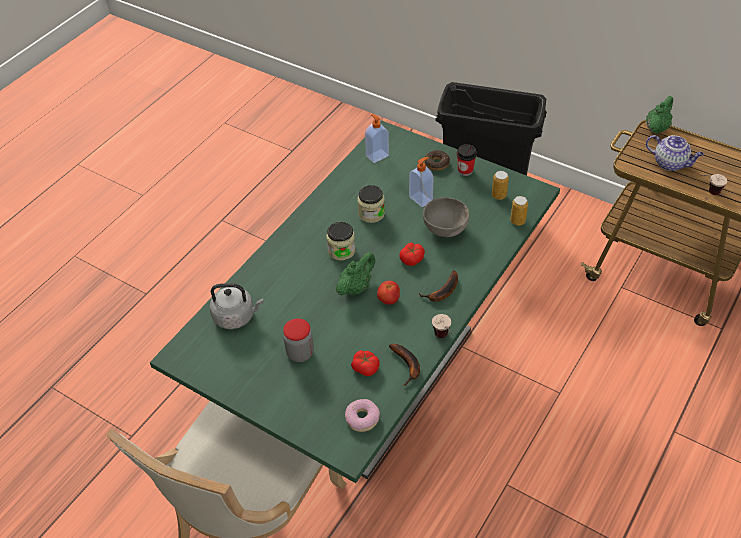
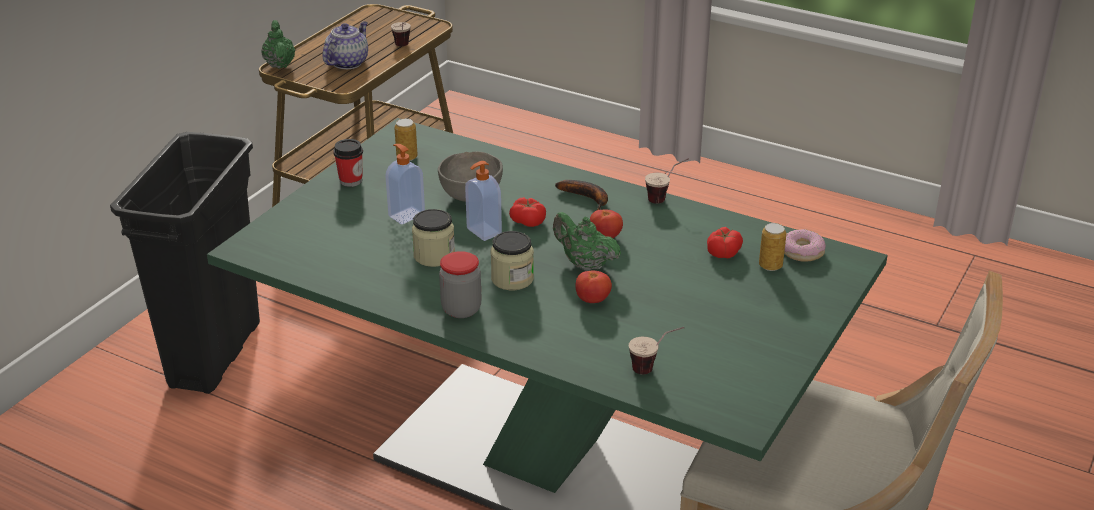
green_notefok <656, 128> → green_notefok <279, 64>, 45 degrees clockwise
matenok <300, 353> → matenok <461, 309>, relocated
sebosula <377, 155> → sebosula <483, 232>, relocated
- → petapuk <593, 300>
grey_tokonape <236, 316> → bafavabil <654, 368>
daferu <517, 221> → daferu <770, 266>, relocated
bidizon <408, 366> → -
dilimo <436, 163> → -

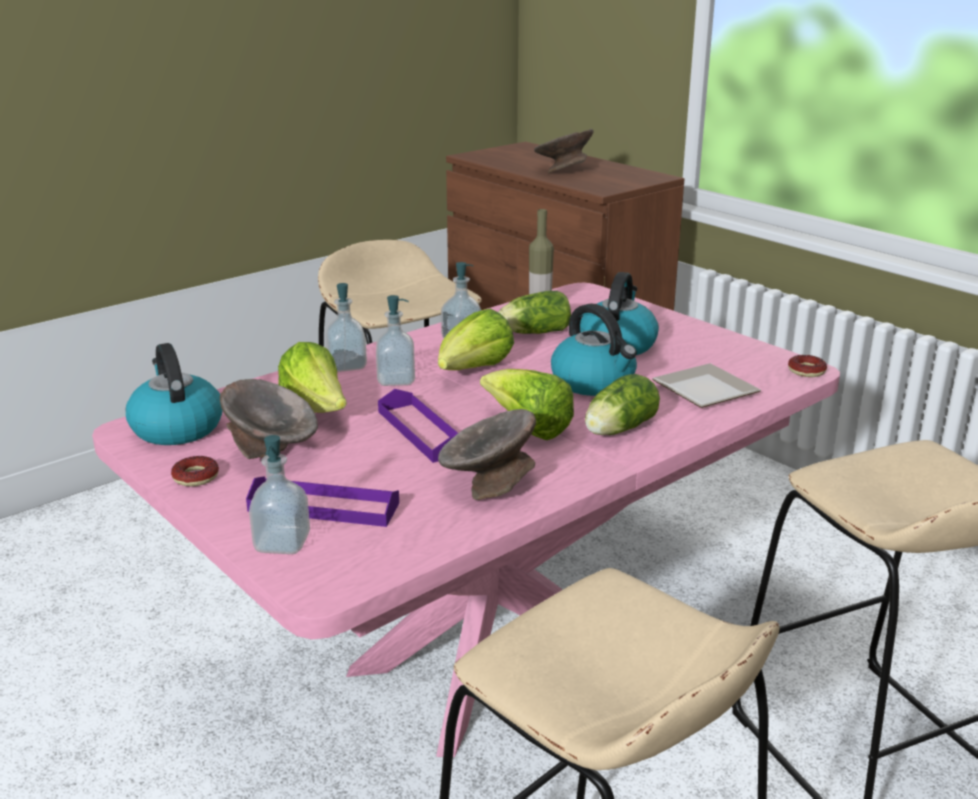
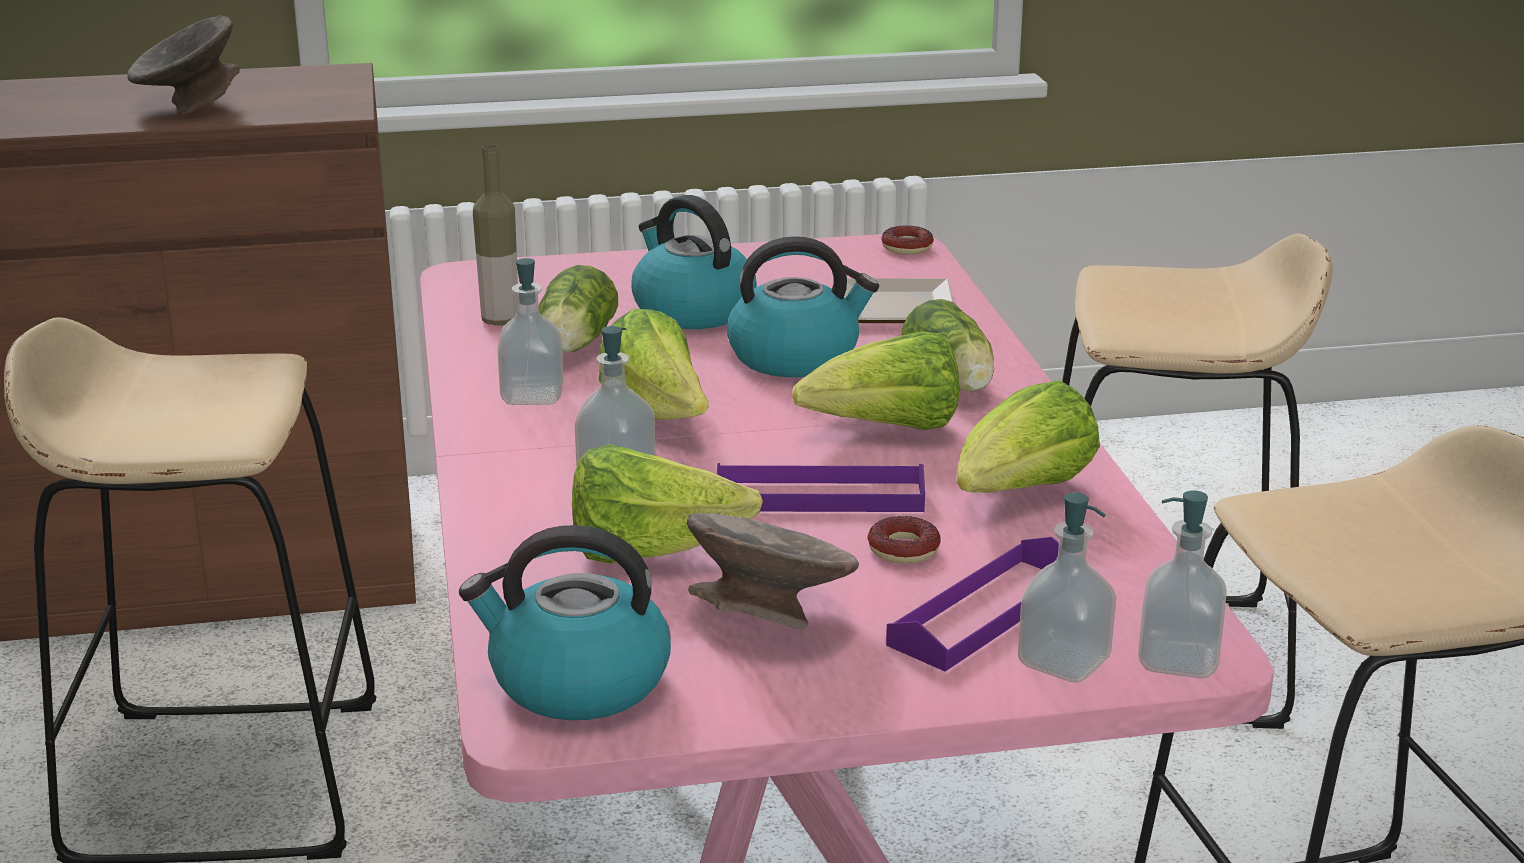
dilimo <195, 477> → dilimo <903, 549>, relocated
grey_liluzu <487, 484> → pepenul <1022, 493>
sebosula <347, 365> → sebosula <1178, 660>, relocated

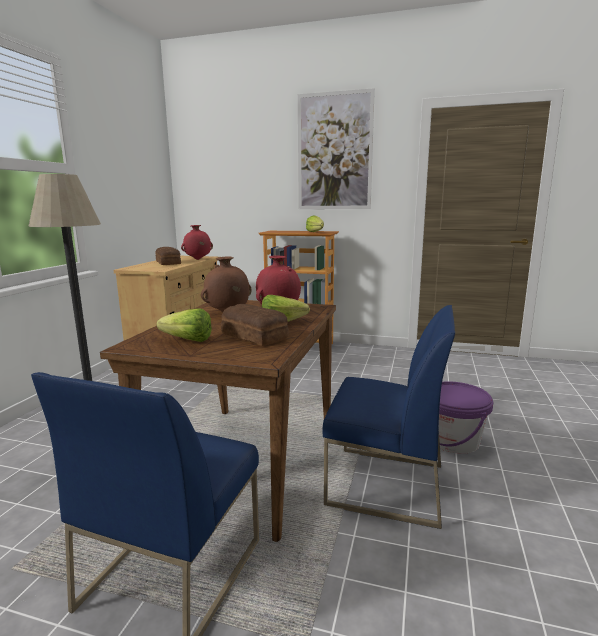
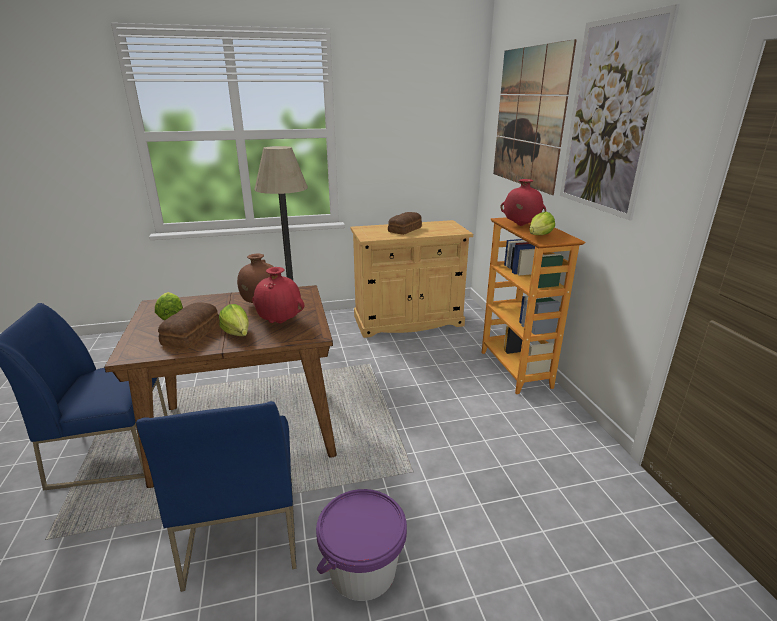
- → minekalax <529, 118>
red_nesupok <197, 259> → red_nesupok <520, 225>, relocated

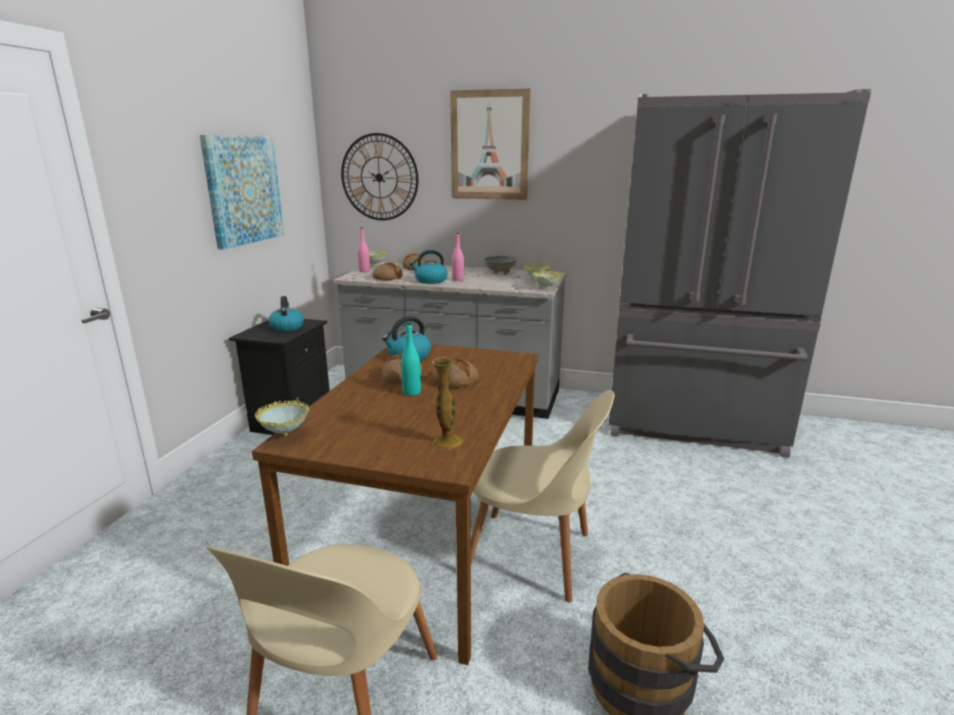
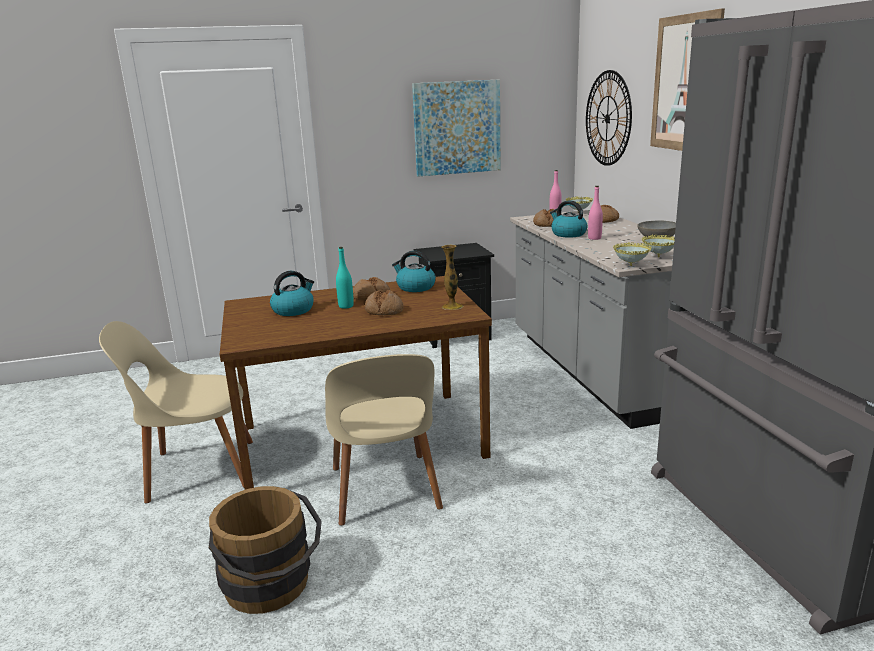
tokonape <286, 327> → tokonape <293, 310>, relocated
nesupok <447, 442> → nesupok <452, 306>, relocated
liluzu <285, 436> → -

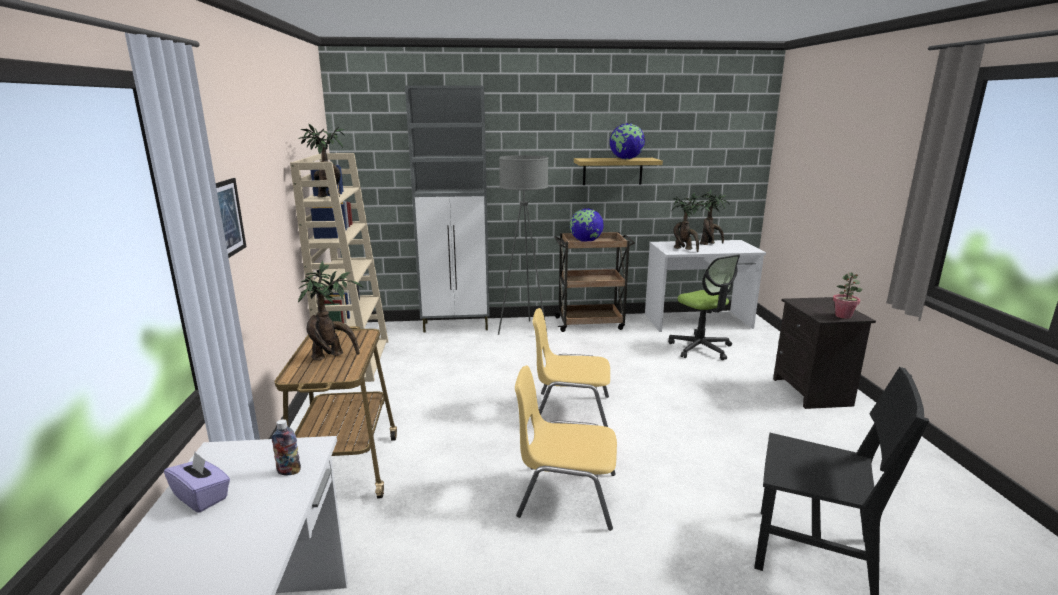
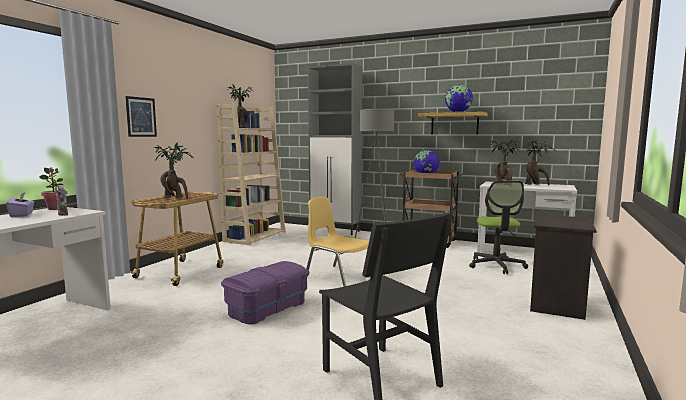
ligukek <843, 316> → ligukek <56, 209>, relocated
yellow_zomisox <566, 495> → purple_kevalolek <267, 308>

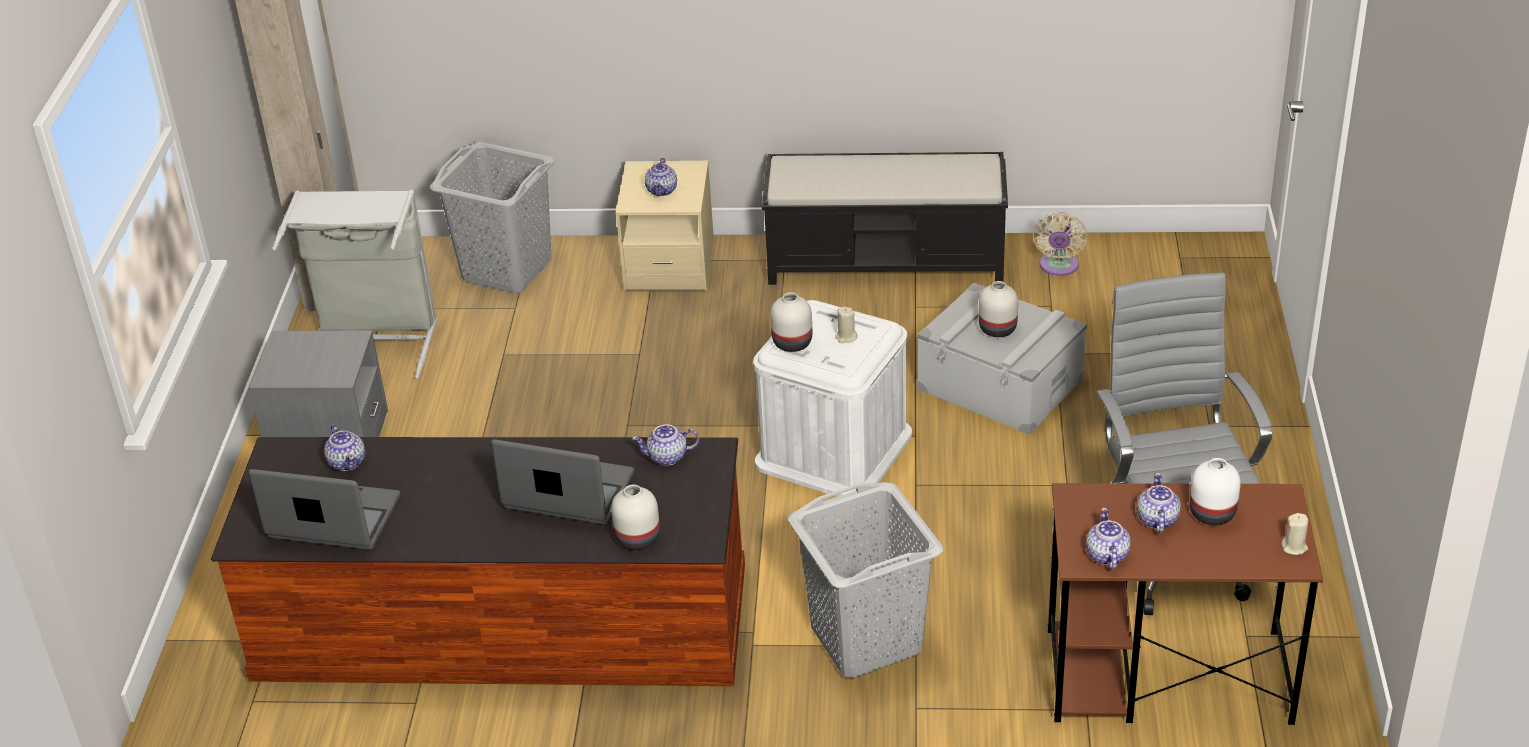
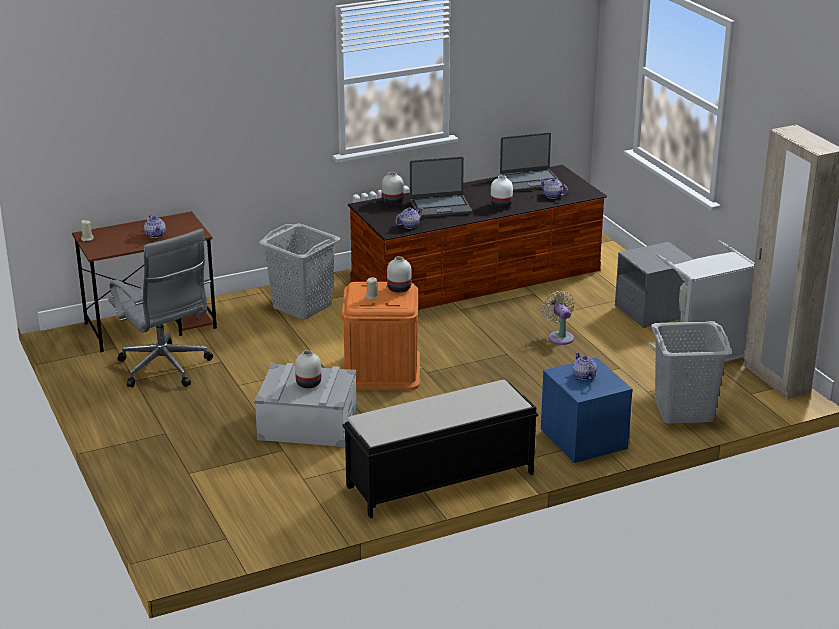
white_kevalolek <834, 449> → orange_kevalolek <381, 370>
white_nesupok <1211, 512> → white_nesupok <501, 205>, relocated
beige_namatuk <669, 265> → blue_namatuk <583, 440>
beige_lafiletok <1058, 267> → beige_lafiletok <560, 337>, relocated
notefok <1106, 555> → -

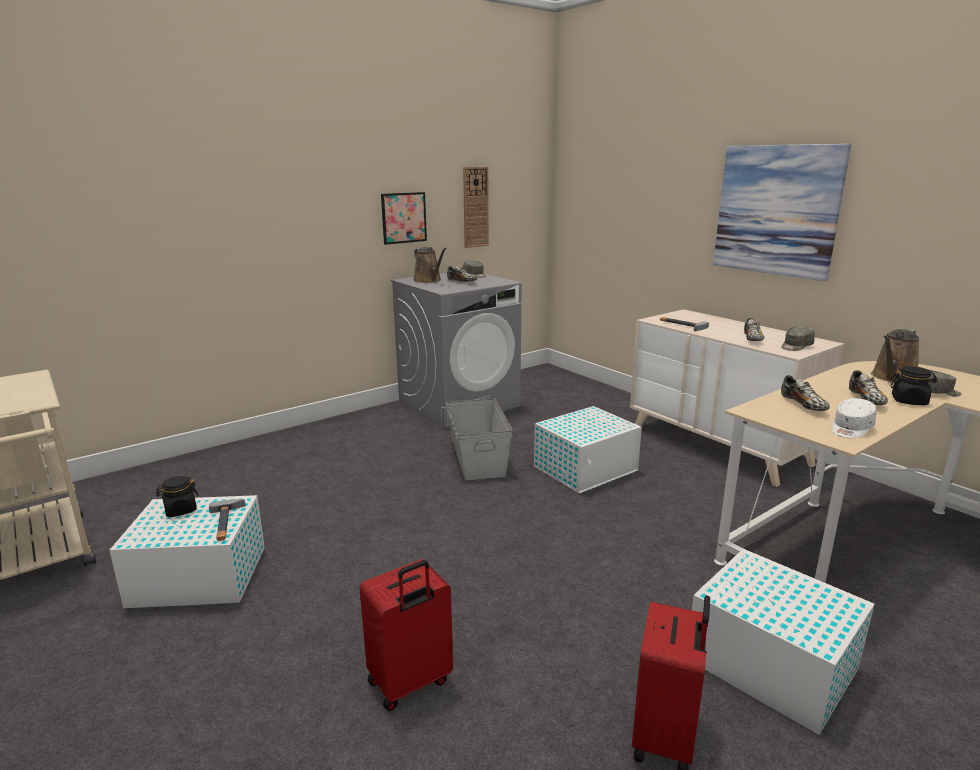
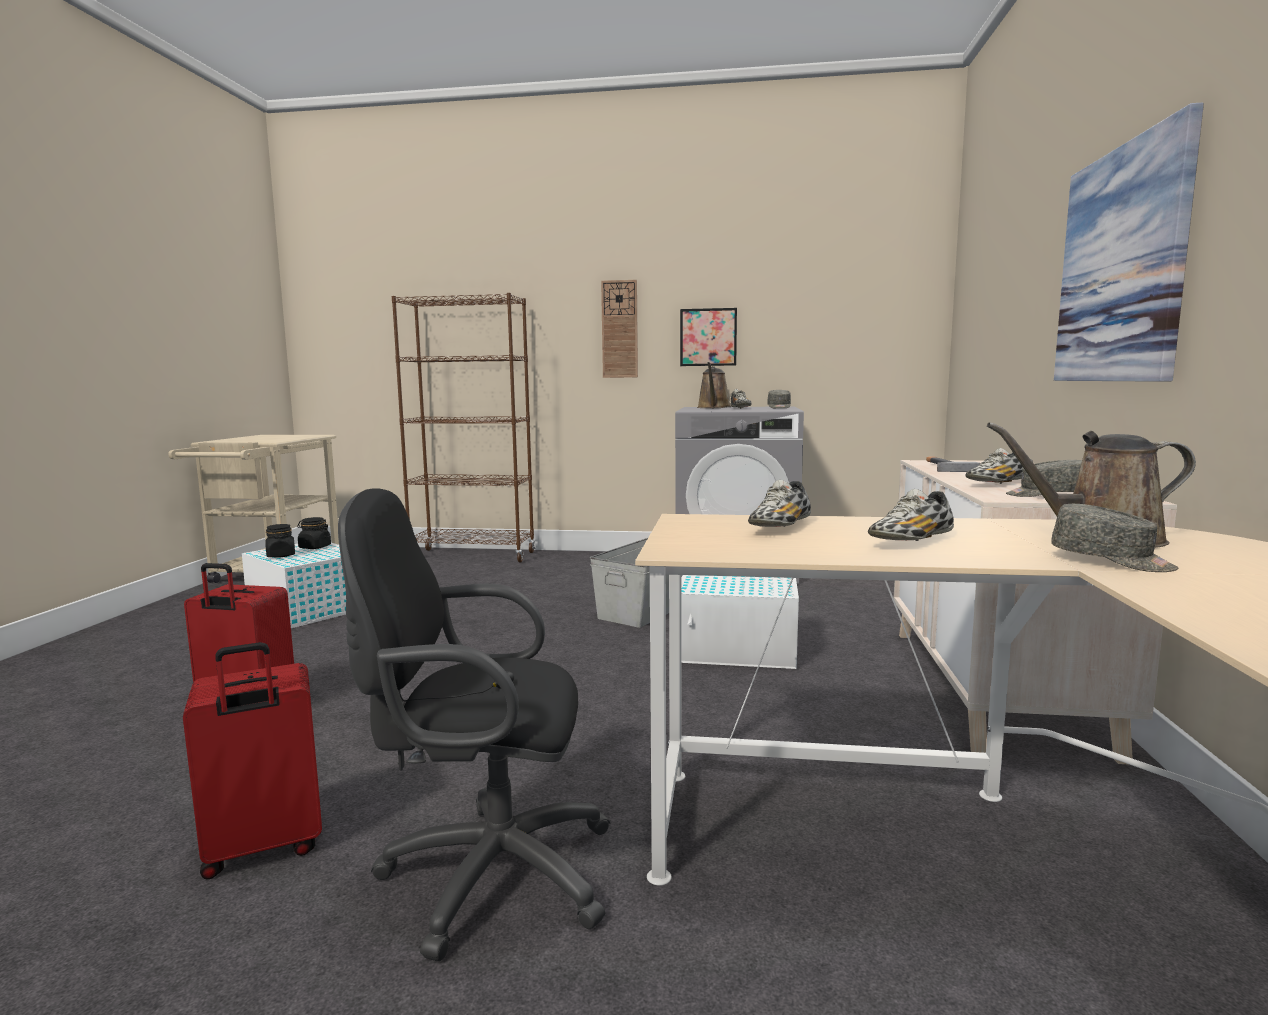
black_matenok <909, 401> → black_matenok <281, 555>, relocated
white_kevalolek <769, 662> → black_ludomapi <485, 874>
- → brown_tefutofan <473, 556>
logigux <475, 207> → logigux <619, 329>, relocated
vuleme <226, 523> → -
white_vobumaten <850, 429> → -

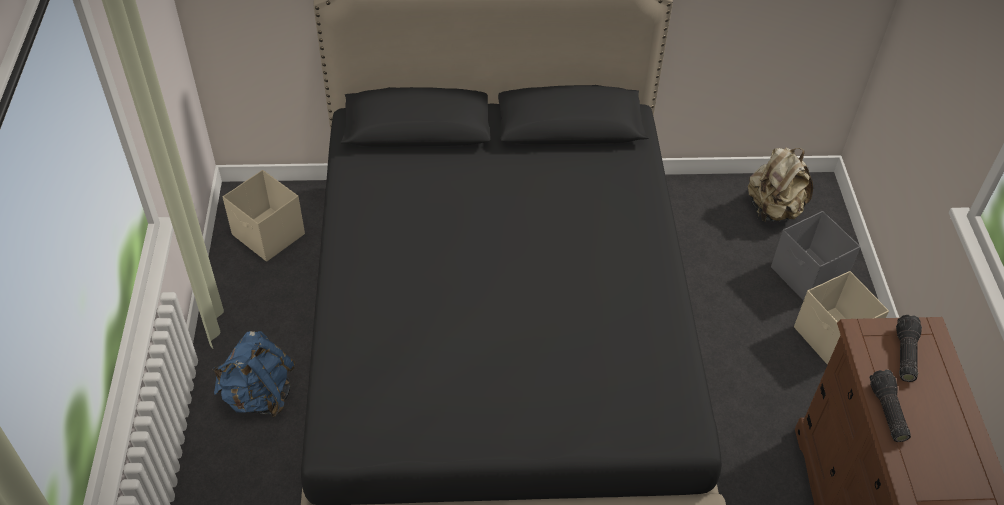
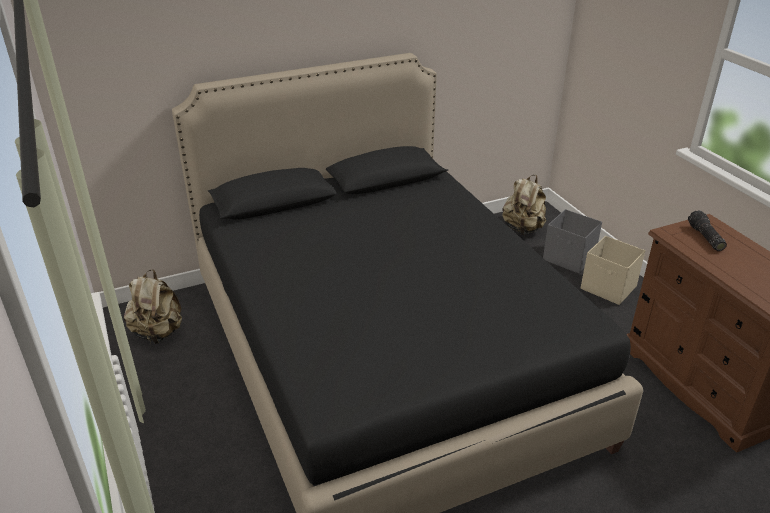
beige_kevalolek <269, 235> → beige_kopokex <158, 333>
blue_kopokex <259, 395> → -
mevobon <886, 411> → -

